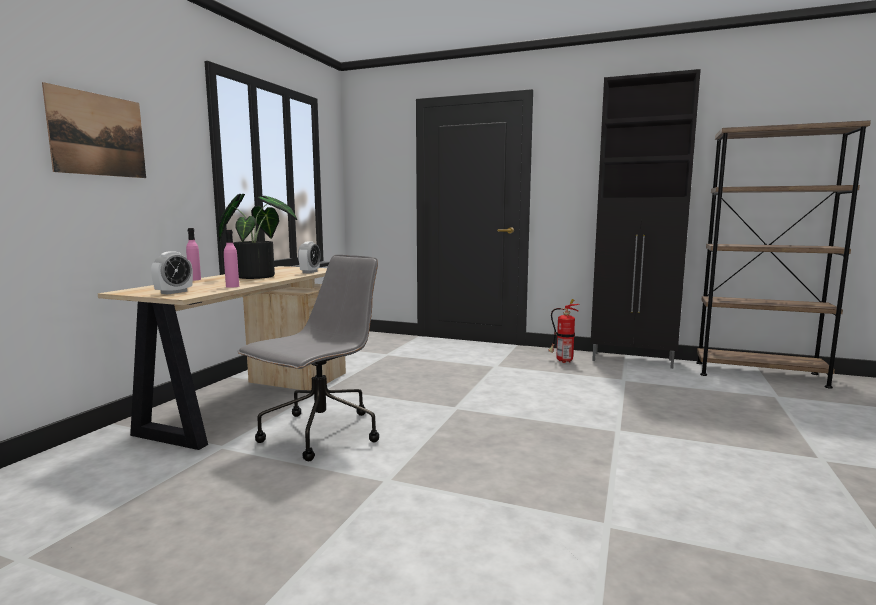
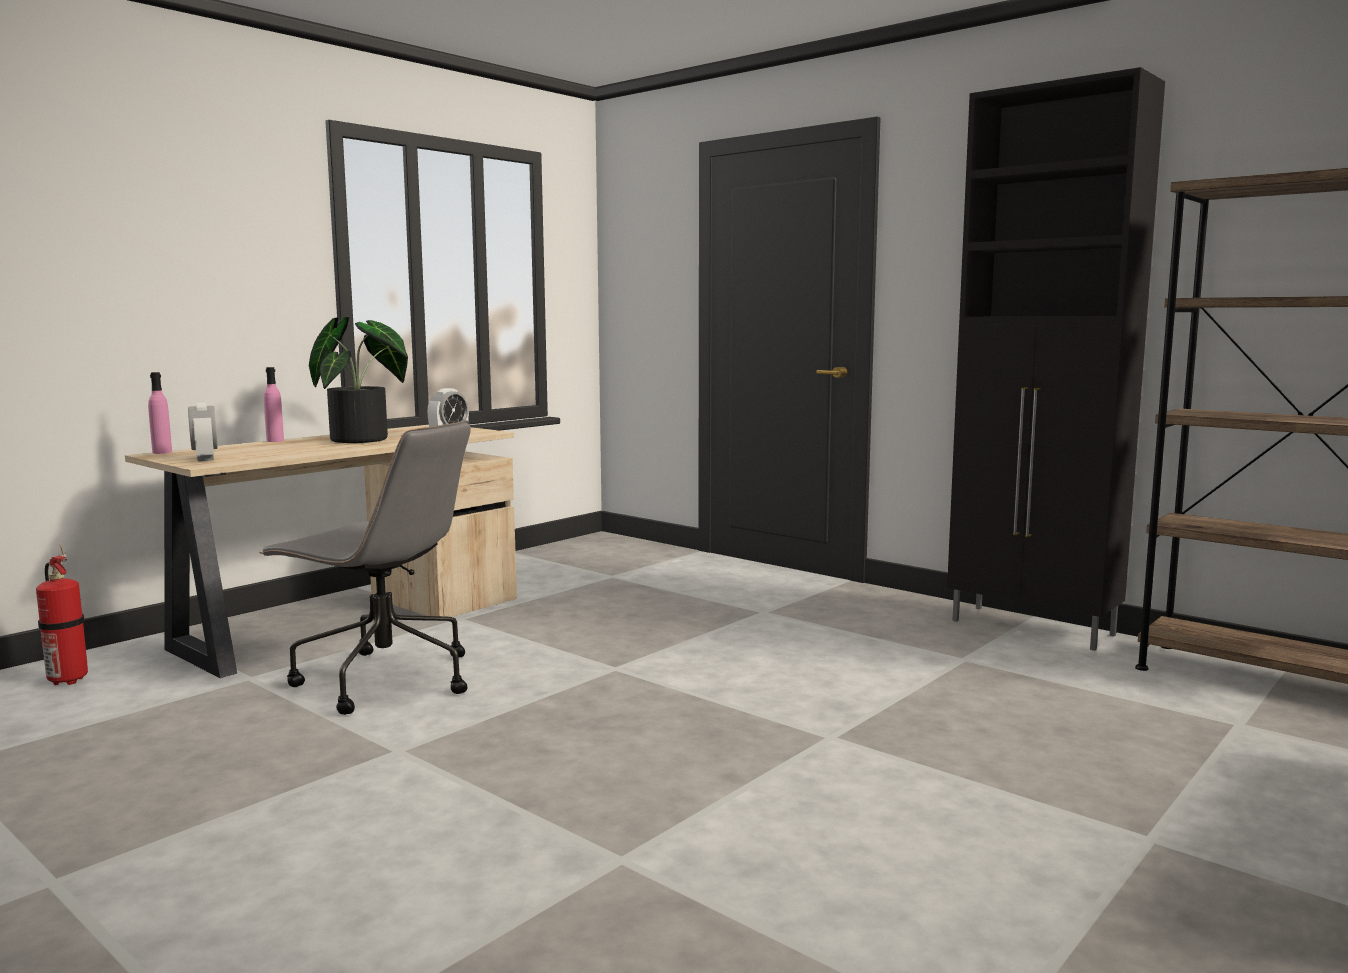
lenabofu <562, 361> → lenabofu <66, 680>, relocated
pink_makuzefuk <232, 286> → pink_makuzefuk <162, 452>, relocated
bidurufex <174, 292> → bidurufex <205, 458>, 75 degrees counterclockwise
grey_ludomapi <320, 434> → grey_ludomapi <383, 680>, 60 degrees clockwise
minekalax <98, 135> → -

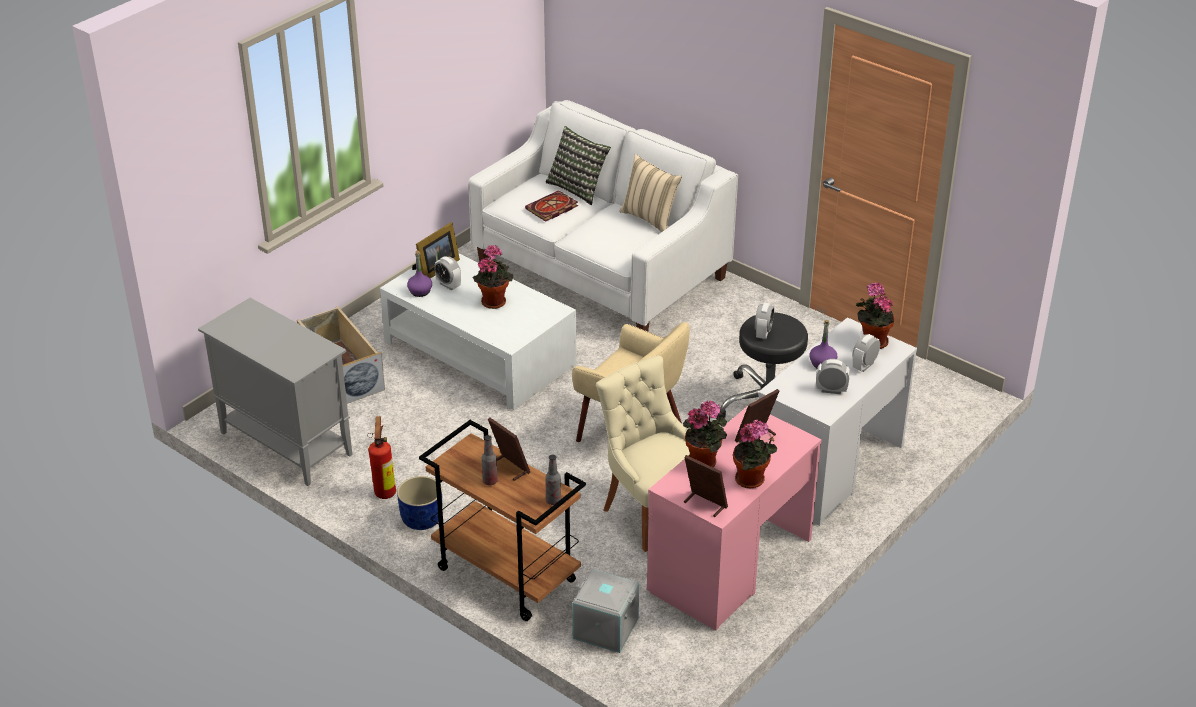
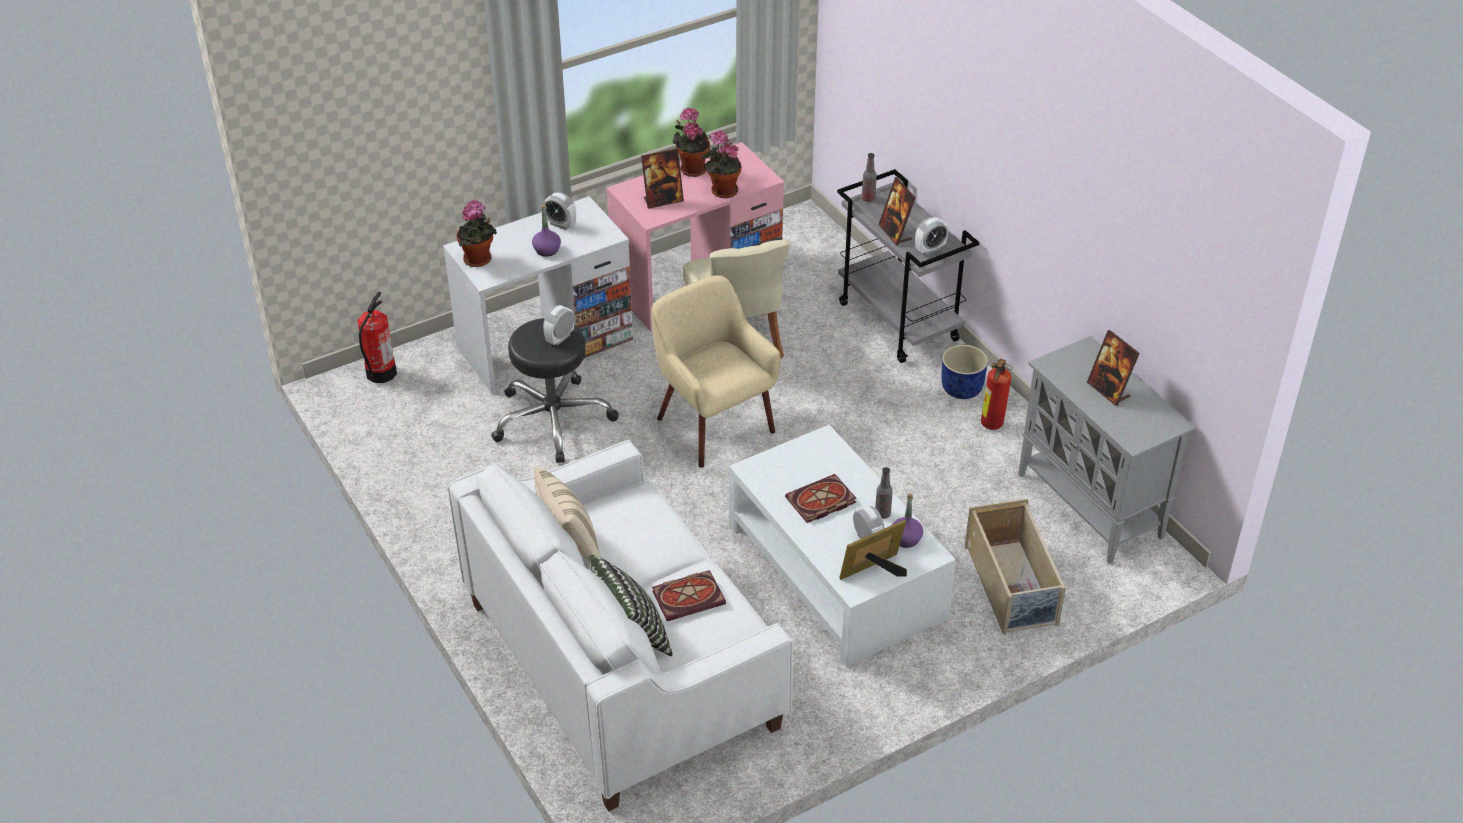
- → lenabofu <380, 373>
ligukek <494, 301> → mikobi <820, 502>
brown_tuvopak <504, 575> → grey_tuvopak <899, 322>
makuzefuk <490, 481> → makuzefuk <882, 514>, relocated
bidurufex <864, 365> → bidurufex <930, 249>, relocated
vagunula <704, 504> → vagunula <1108, 390>, relocated
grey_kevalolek <604, 629> → -

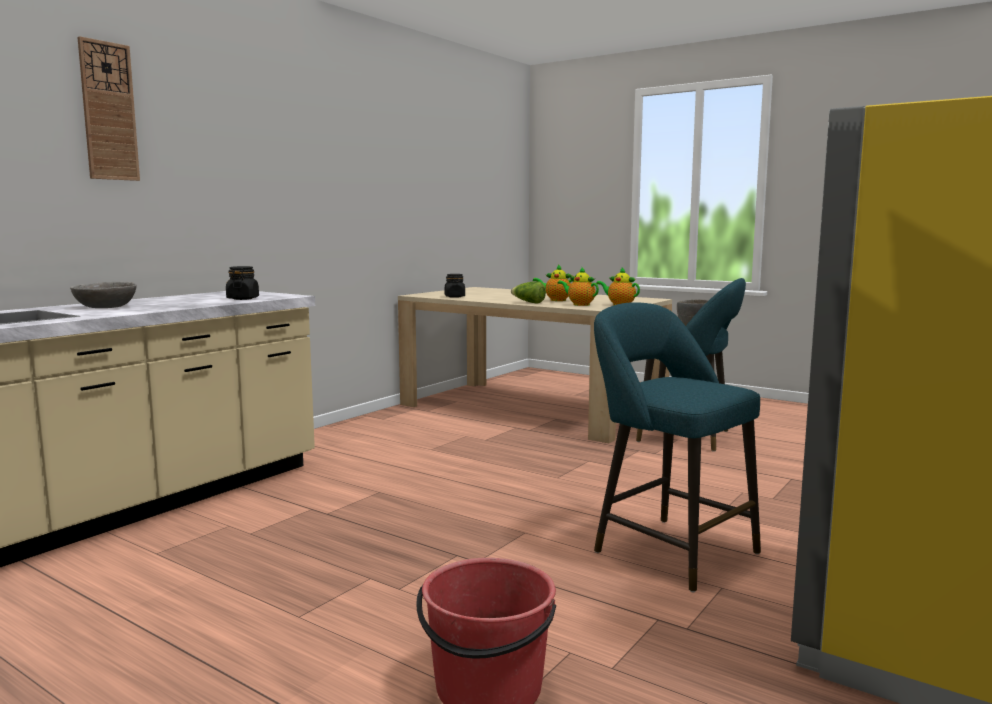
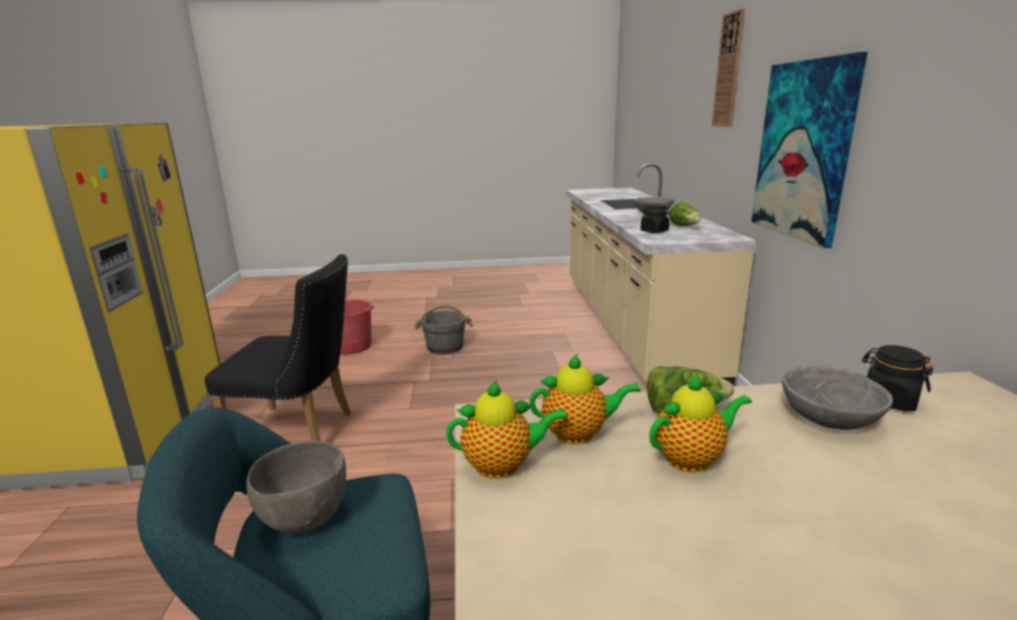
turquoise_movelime <668, 550> → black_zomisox <301, 432>
- → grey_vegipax <445, 347>
- → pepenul <685, 226>
- → minekalax <803, 150>
- → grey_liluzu <829, 417>

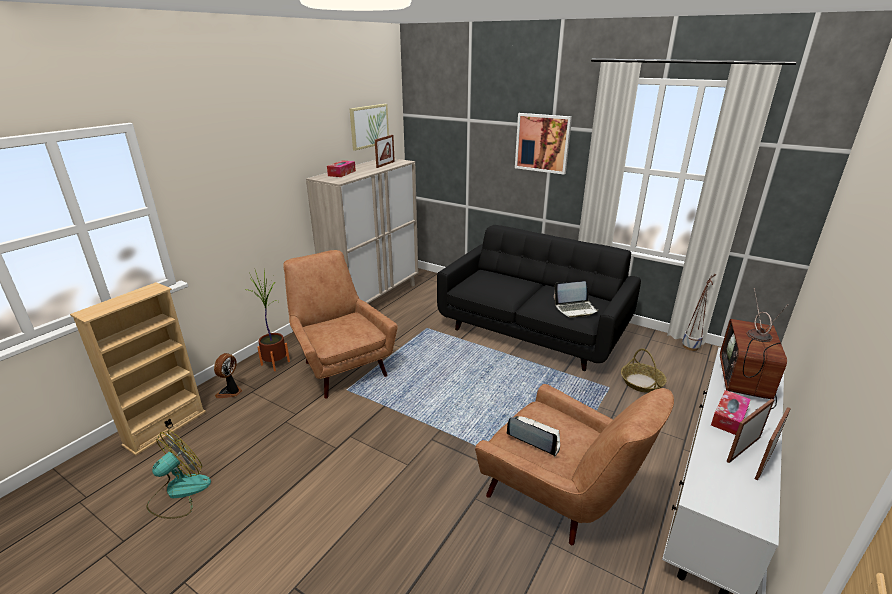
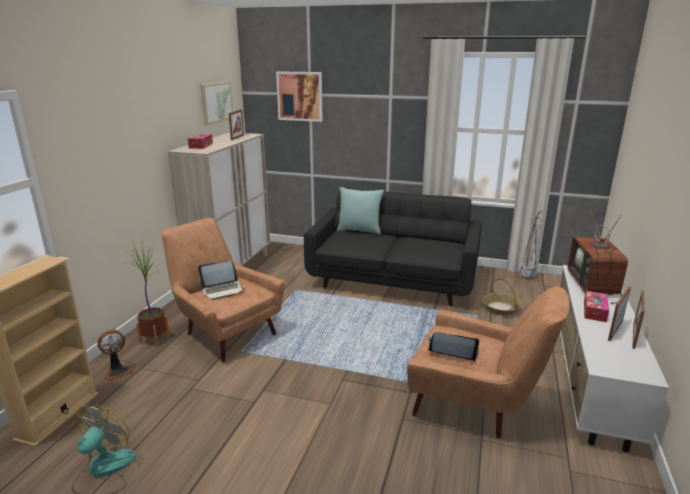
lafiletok <230, 392> → lafiletok <117, 371>, 135 degrees counterclockwise
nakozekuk <575, 309> → nakozekuk <222, 290>, relocated
minekalax <542, 143> → minekalax <300, 96>, relocated
- → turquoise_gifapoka <359, 231>

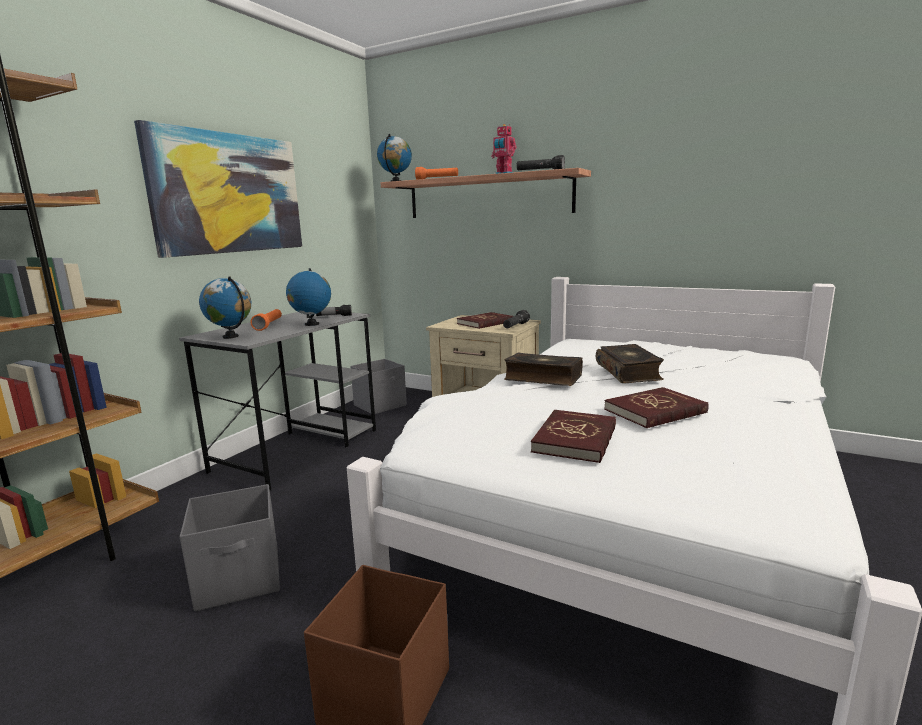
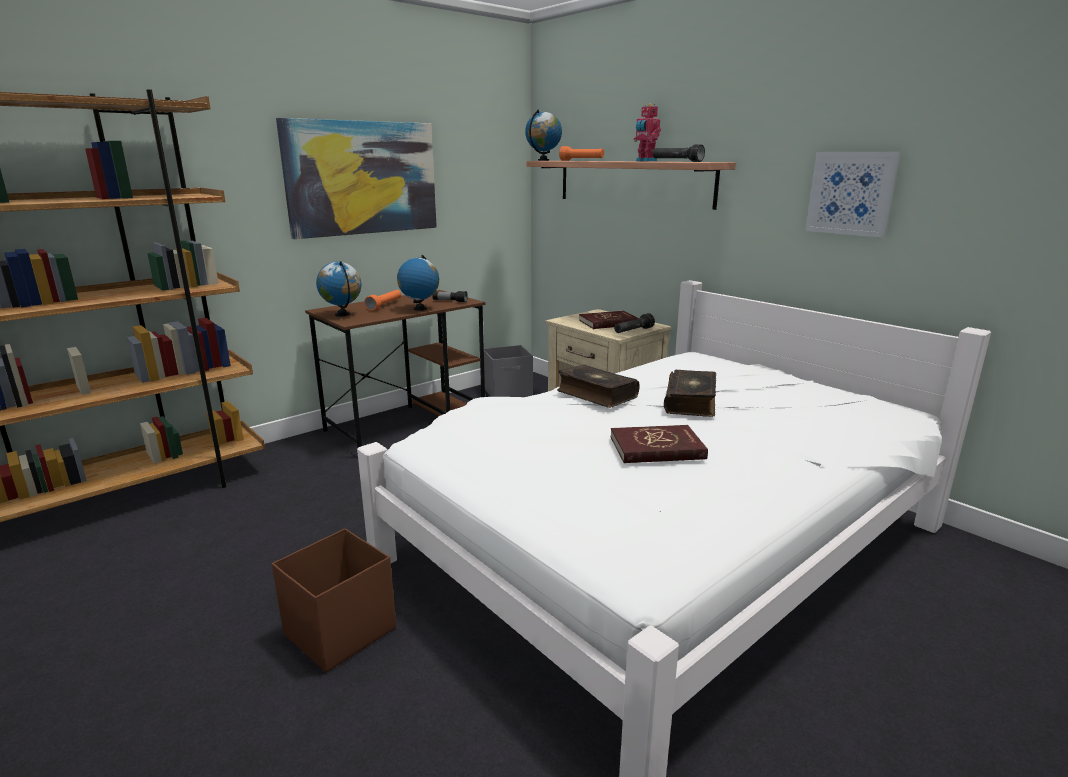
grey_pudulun <299, 449> → brown_pudulun <407, 424>
- → minekalax <851, 193>
grey_kevalolek <240, 579> → -
red_mikobi <575, 439> → -

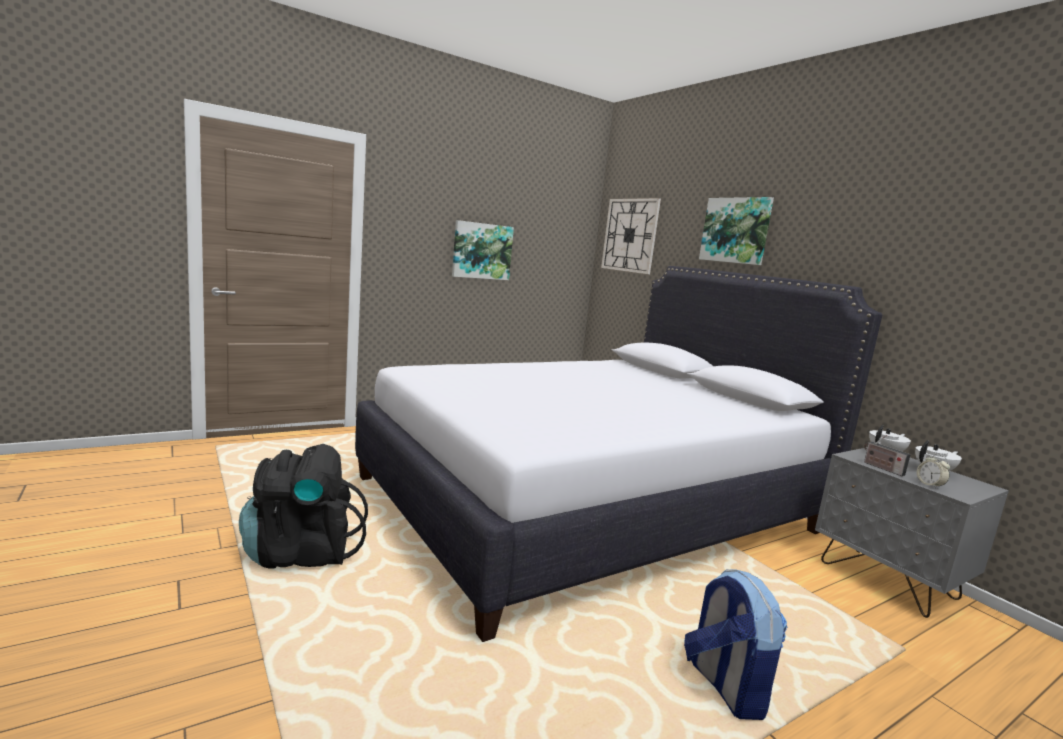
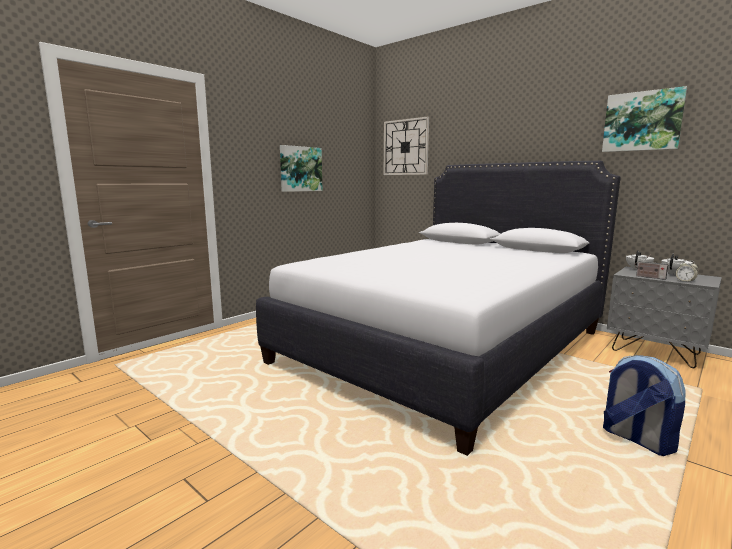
minekalax <736, 230> → minekalax <642, 121>, relocated
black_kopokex <302, 553> → -

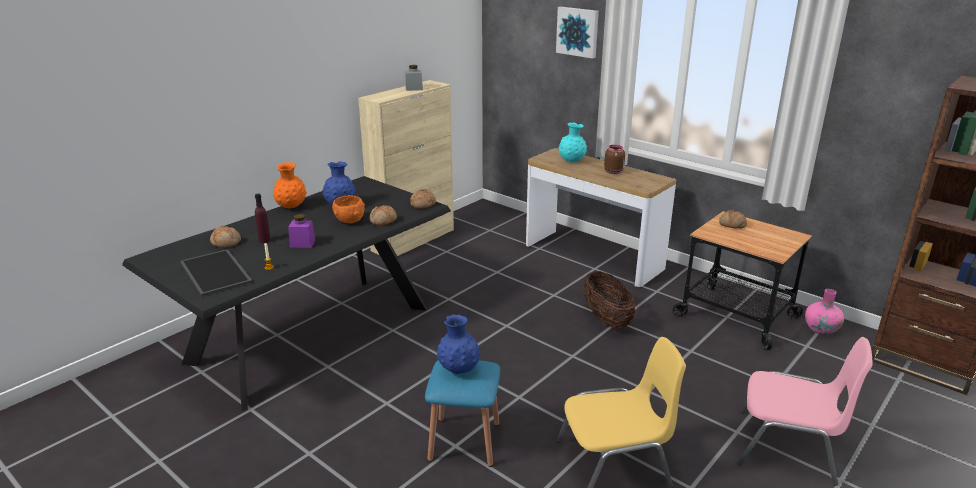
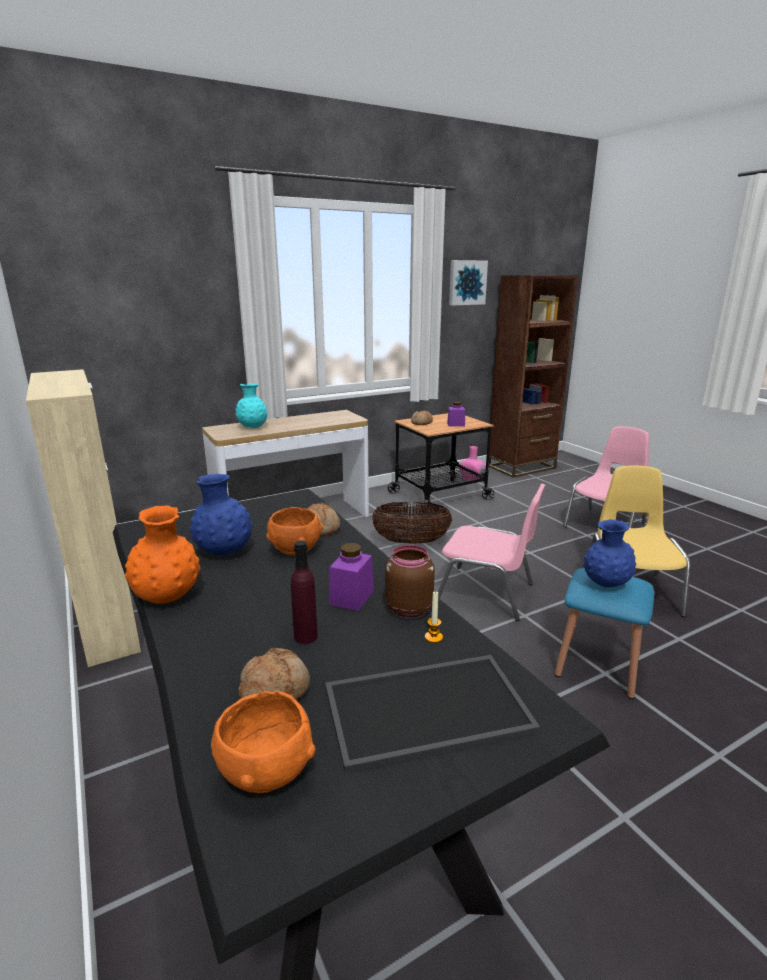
- → orange_liluzu <266, 773>
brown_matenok <613, 172> → brown_matenok <408, 609>, relocated
- → pink_zomisox <486, 593>
- → purple_matenok <456, 424>
minekalax <578, 31> → minekalax <466, 282>, relocated
grey_matenok <414, 88> → -
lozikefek <422, 204> → -

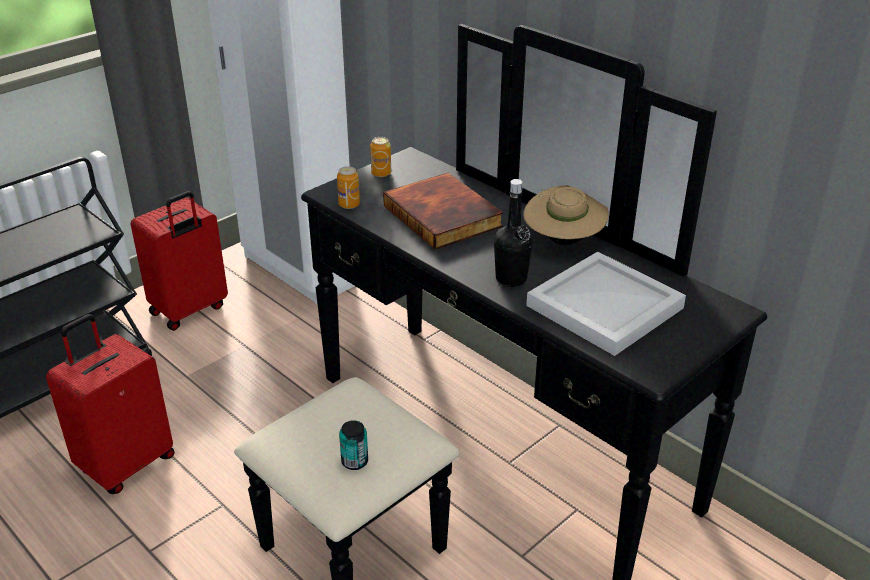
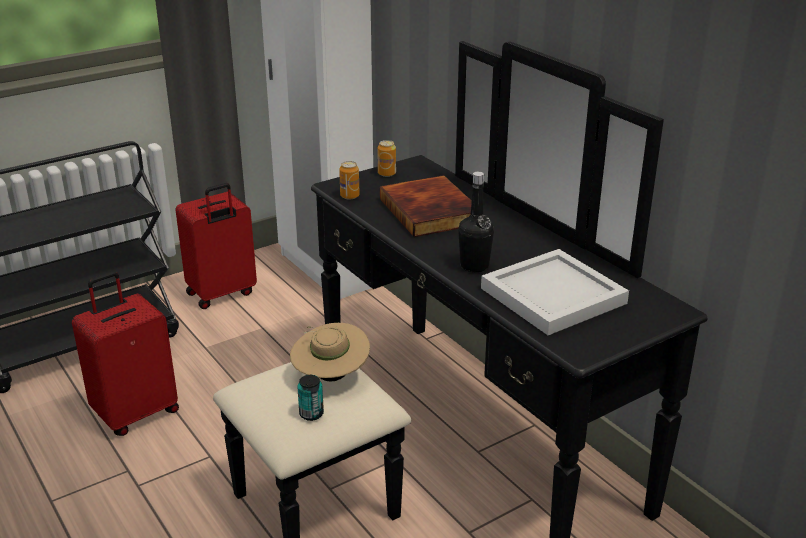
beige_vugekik <563, 241> → beige_vugekik <330, 376>, relocated

